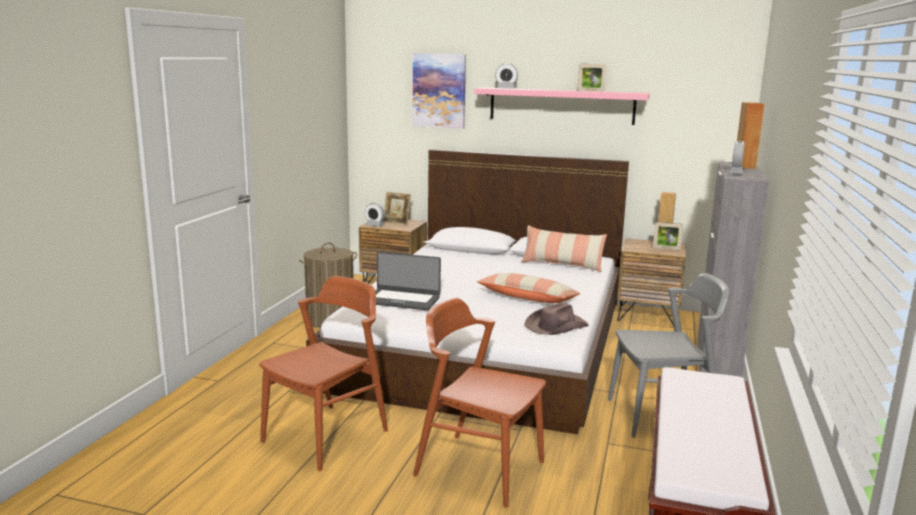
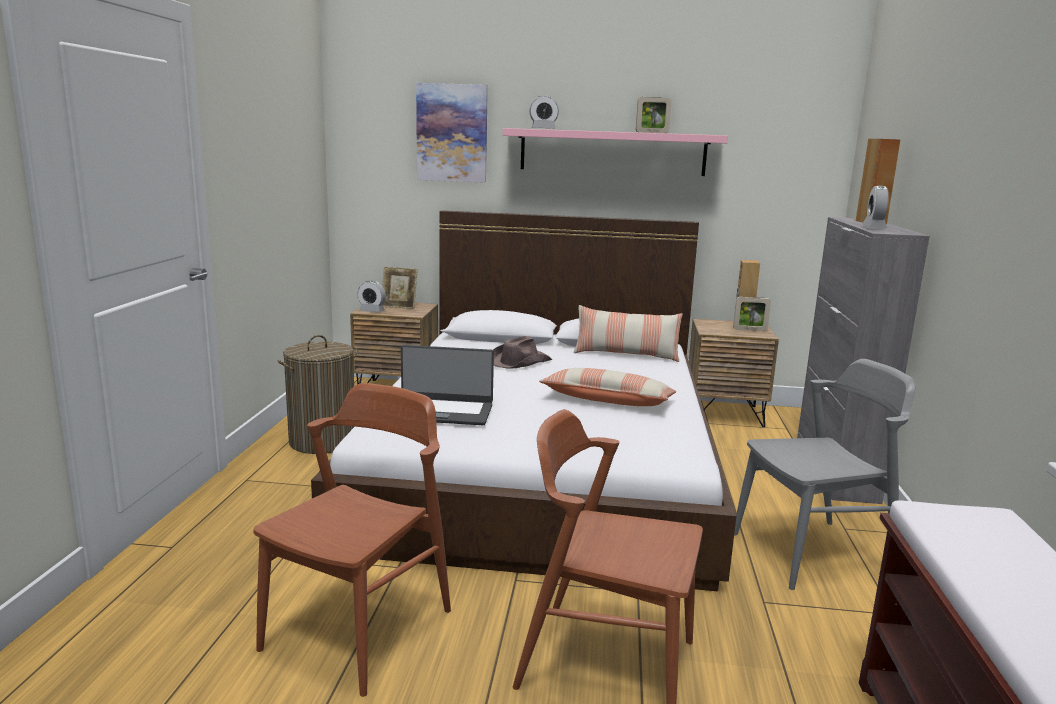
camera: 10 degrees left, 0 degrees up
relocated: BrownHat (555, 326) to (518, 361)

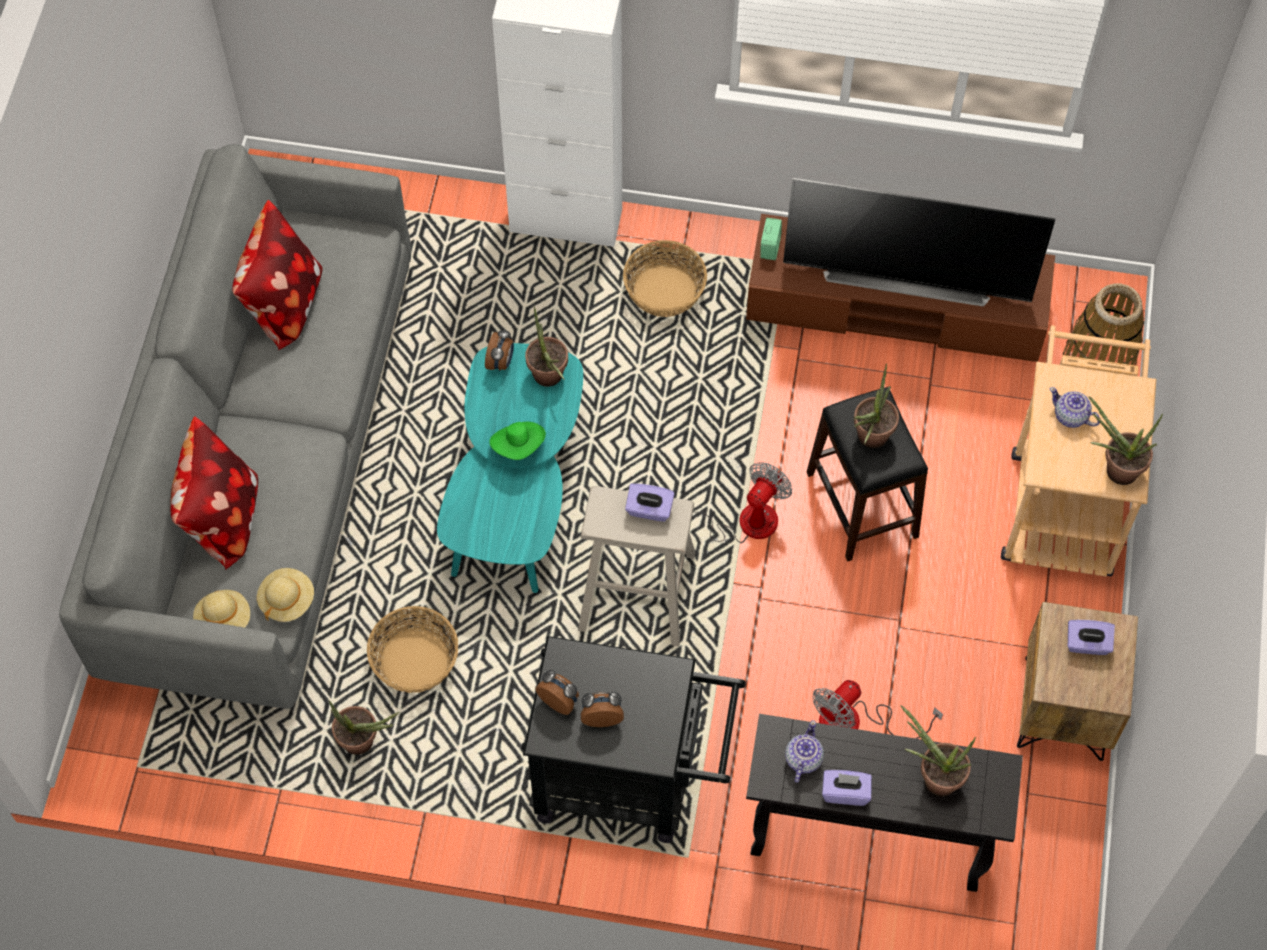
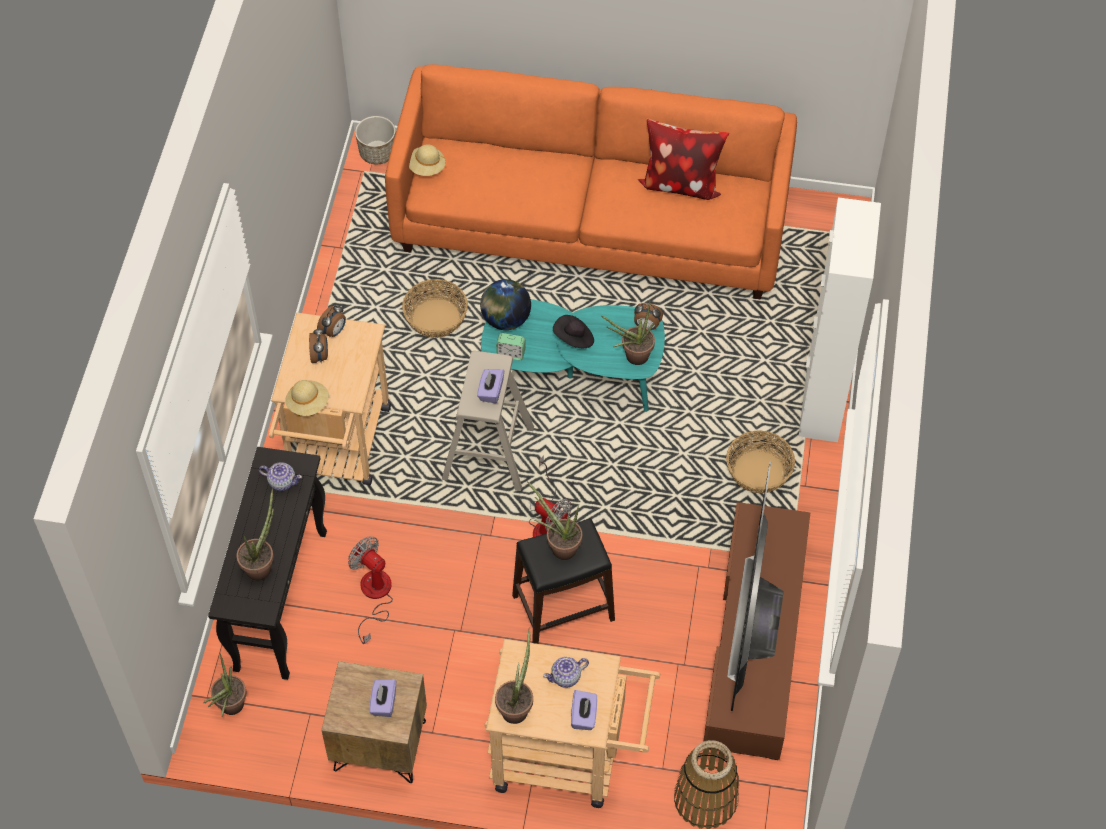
camera: 90 degrees right, 5 degrees down
missing: Pillow (221, 519)
appeared: Planter (377, 153); Globe (505, 319)
relocated: BeigeHat (287, 600) to (308, 404); PottedPlant (365, 743) to (229, 709); AlarmClock (770, 247) to (511, 353); PurpleTissueBox (845, 792) to (584, 716)
colour: GreySofa (262, 467) to OrangeSofa (591, 222); GreenHat (519, 446) to BlackHat (574, 339); BlackCart (630, 780) to BeigeCart (337, 449)
spun: Teapot (1071, 416) = (566, 677) 150 degrees counterclockwise

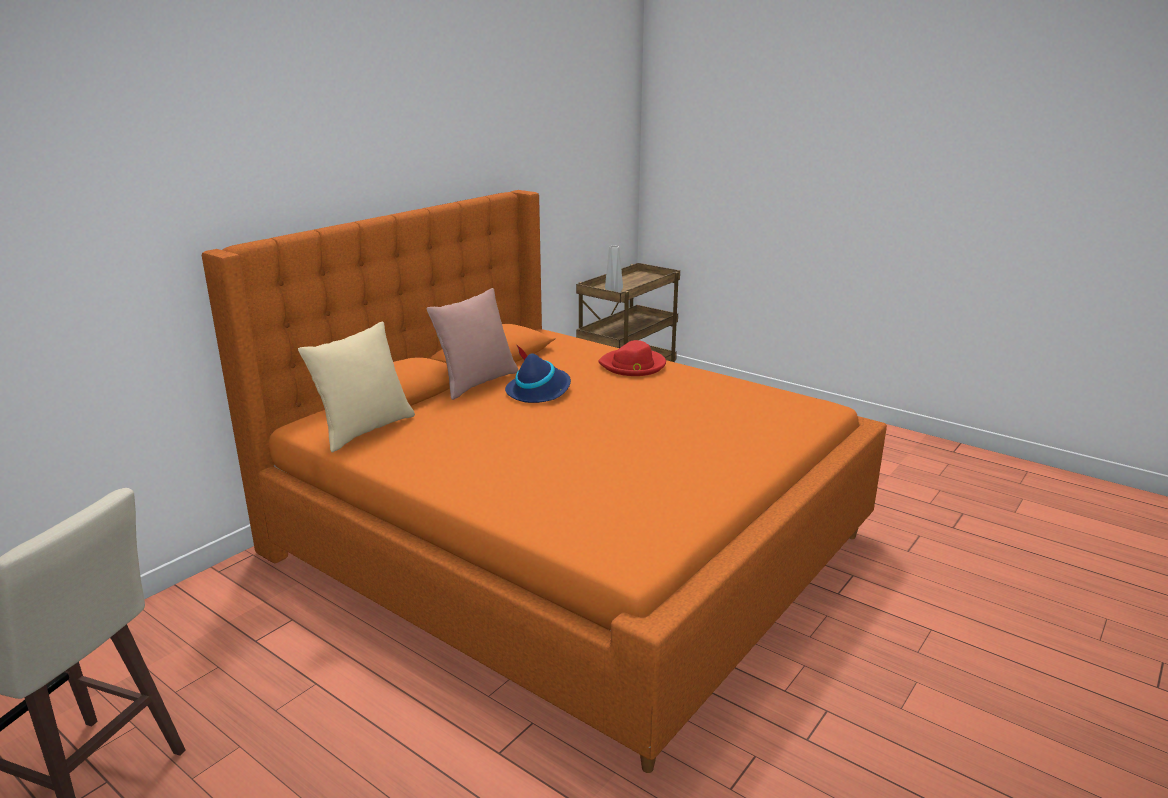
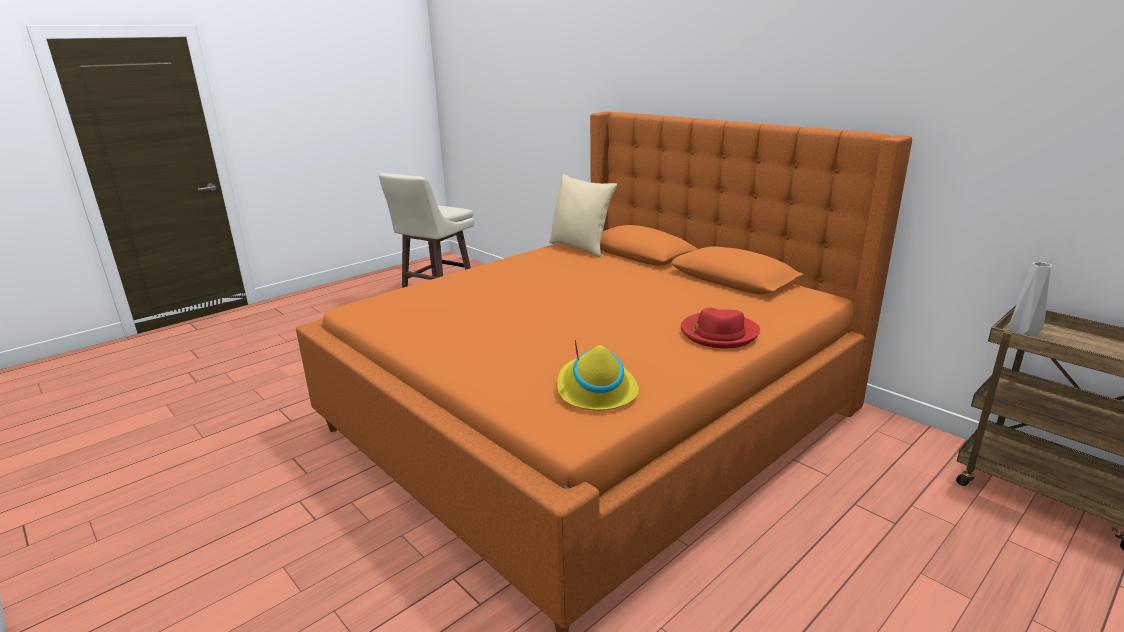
camera: 100 degrees right, 0 degrees up
missing: PinkPillow (476, 383); BlueHat (539, 391)
appeared: YellowHat (595, 390)

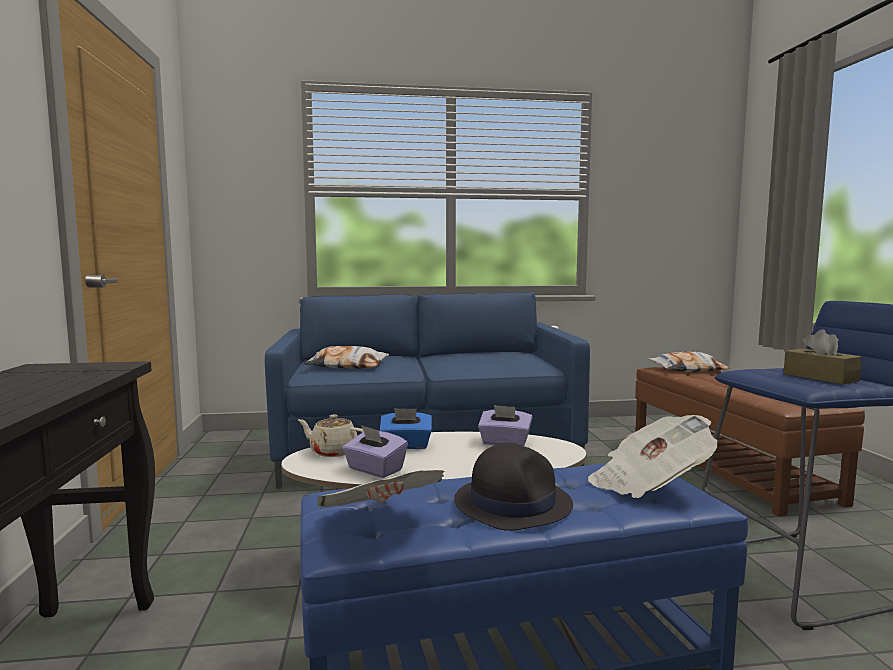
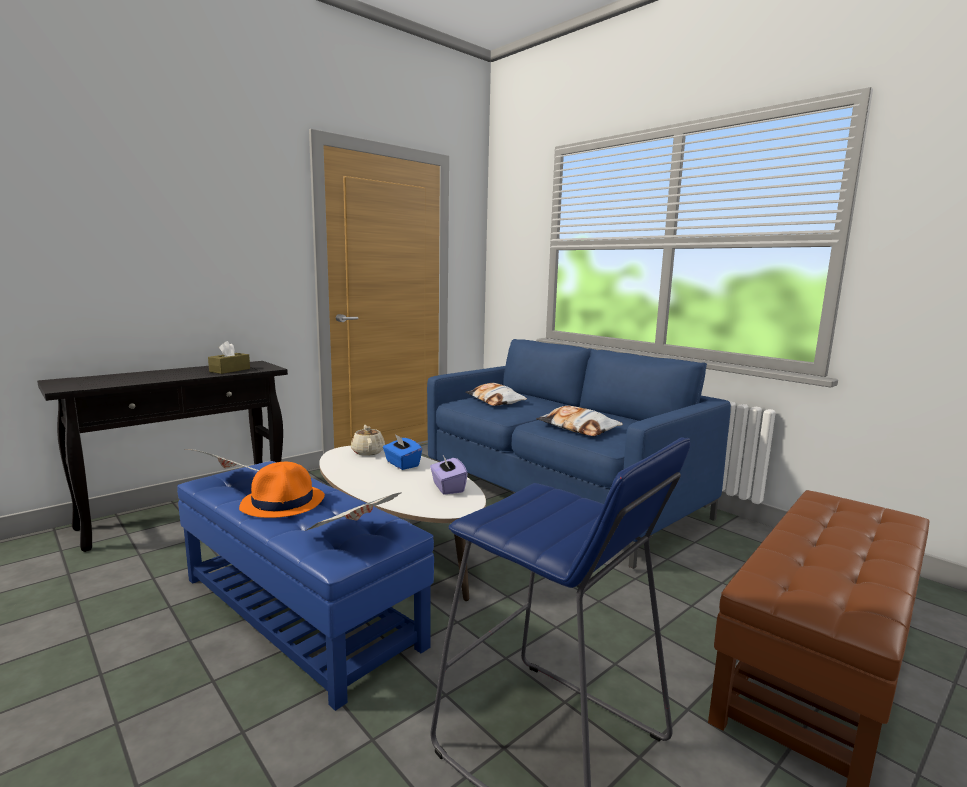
camera: 55 degrees right, 5 degrees up
missing: PurpleTissueBox (374, 470)
relocated: Pillow (688, 369) to (578, 428); BrownTissueBox (820, 377) to (230, 370)
colour: BlackHat (512, 502) to OrangeHat (283, 502)

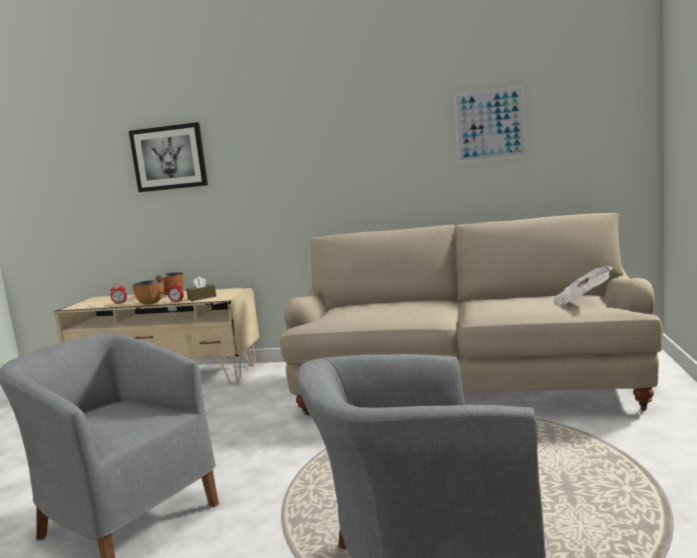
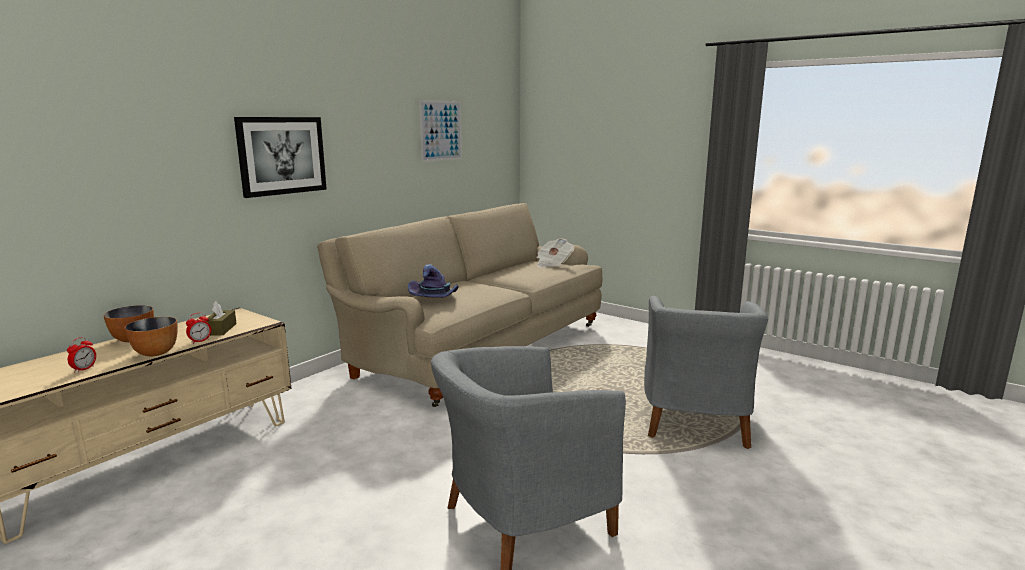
camera: 65 degrees left, 5 degrees up
appeared: PurpleHat (435, 298)
relocated: Picture (169, 158) to (282, 155)

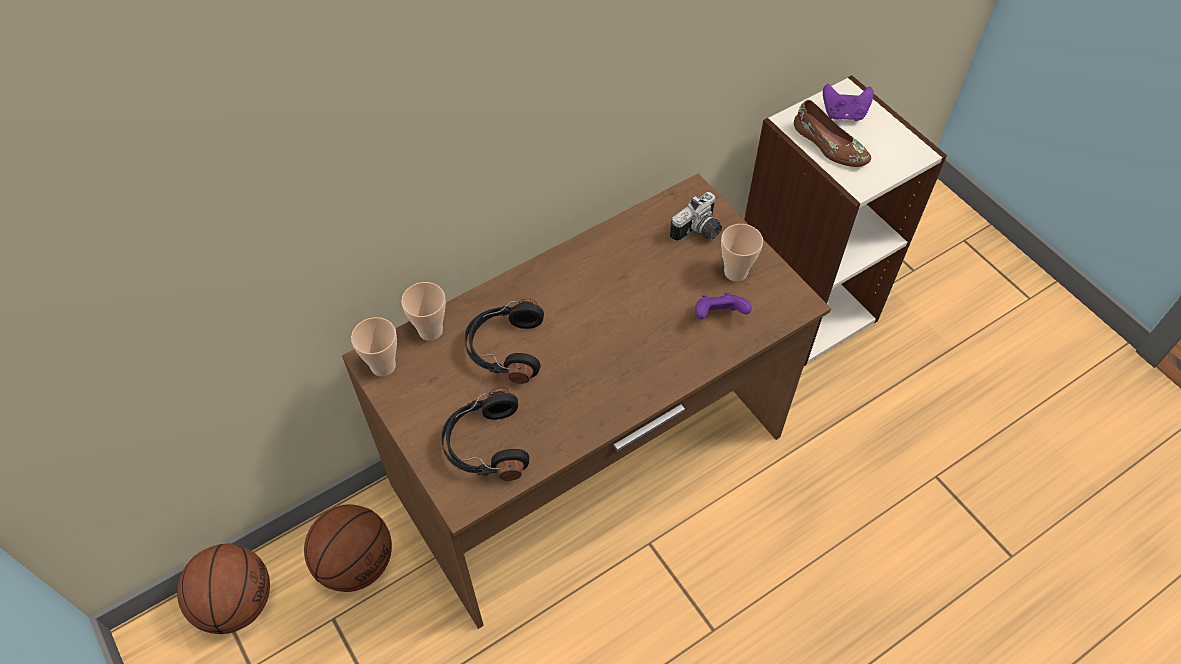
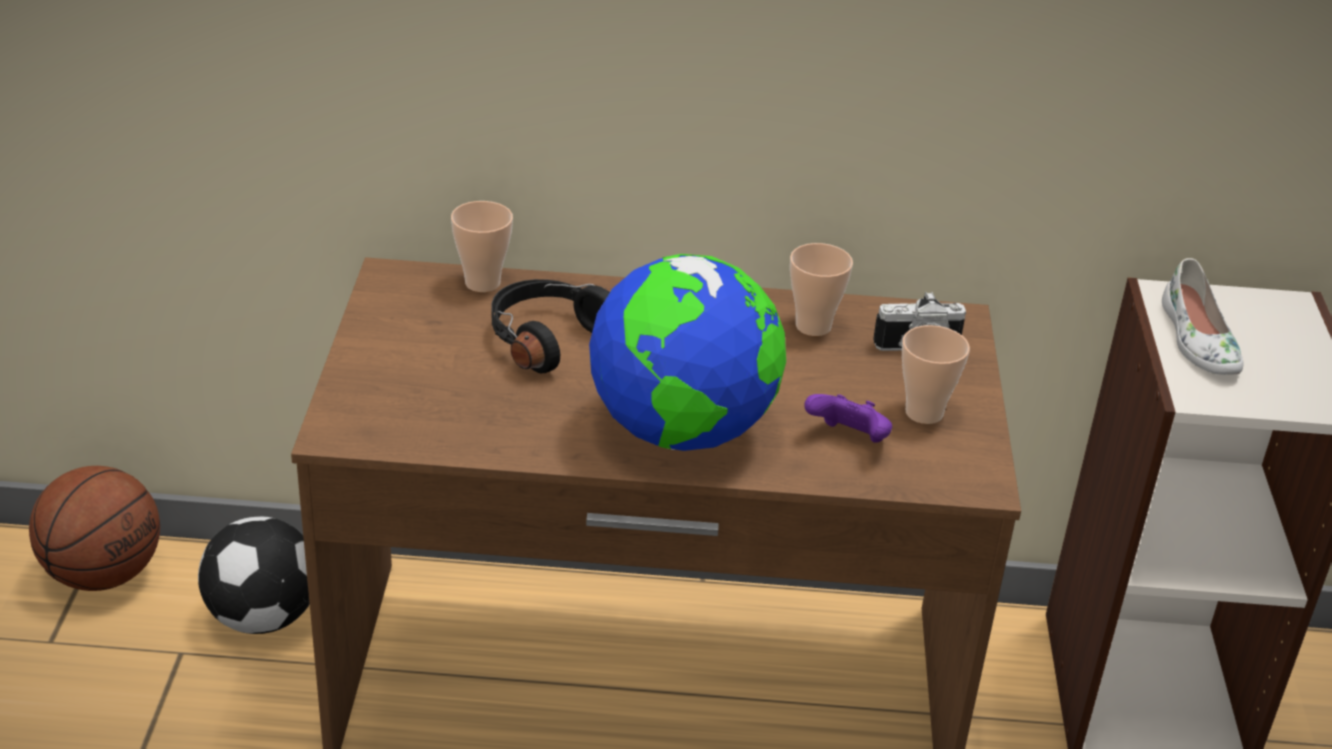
camera: 35 degrees right, 20 degrees down
missing: BlackHeadphones (485, 445); PurpleGameController (843, 114)
appeared: Globe (682, 431)
relocated: Cup (383, 366) to (813, 326)
exchanged: Basketball (356, 562) to Football (264, 616)
colour: BrownShoe (829, 146) to WhiteShoe (1197, 340)

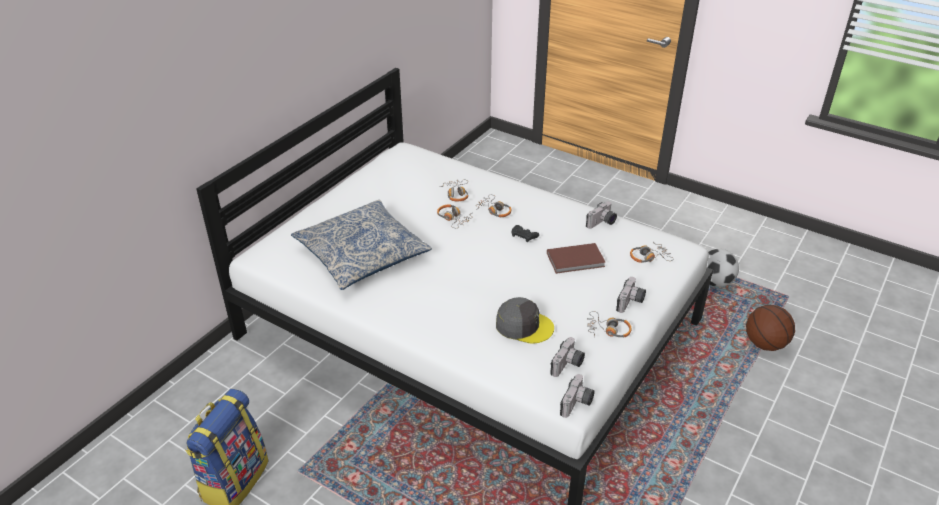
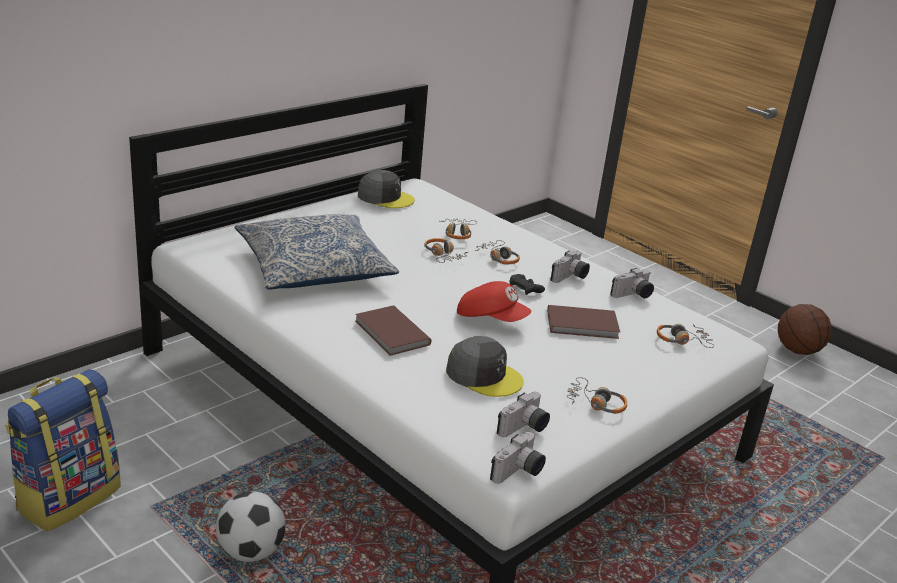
camera: 10 degrees right, 10 degrees down
appeared: BrownBook (391, 334); GreyCap (385, 197); RedCap (491, 318)
relocated: PhotoCamera (631, 303) to (570, 277); Football (715, 282) to (251, 552); Basketball (765, 344) to (798, 351)

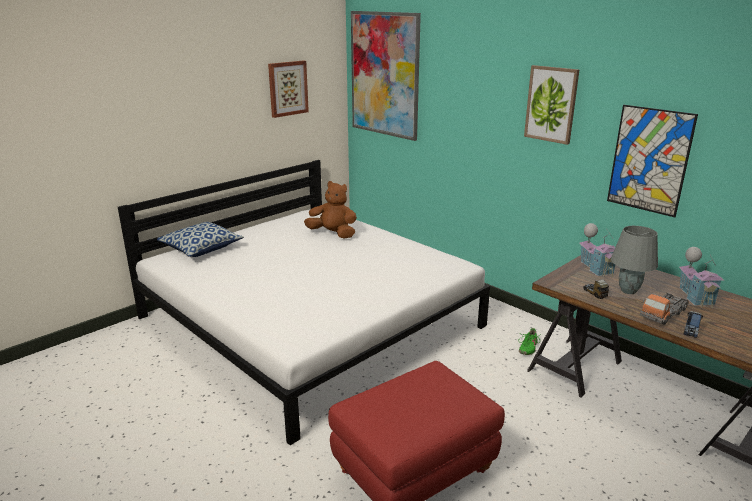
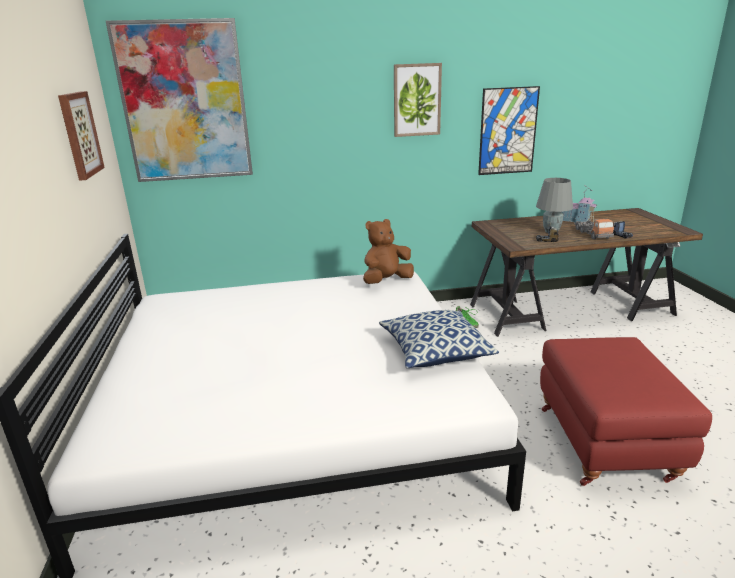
camera: 55 degrees left, 0 degrees up
missing: ToyHouse (596, 268)
relocated: Pillow (201, 248) to (435, 351); BrownPlushToy (333, 234) to (386, 281)

